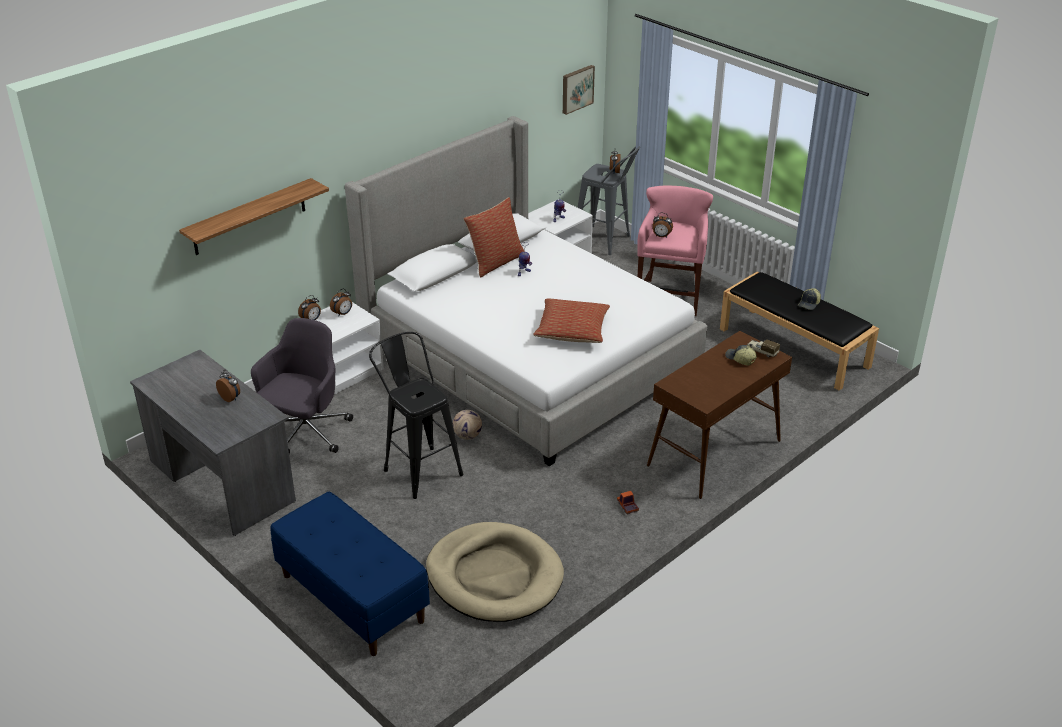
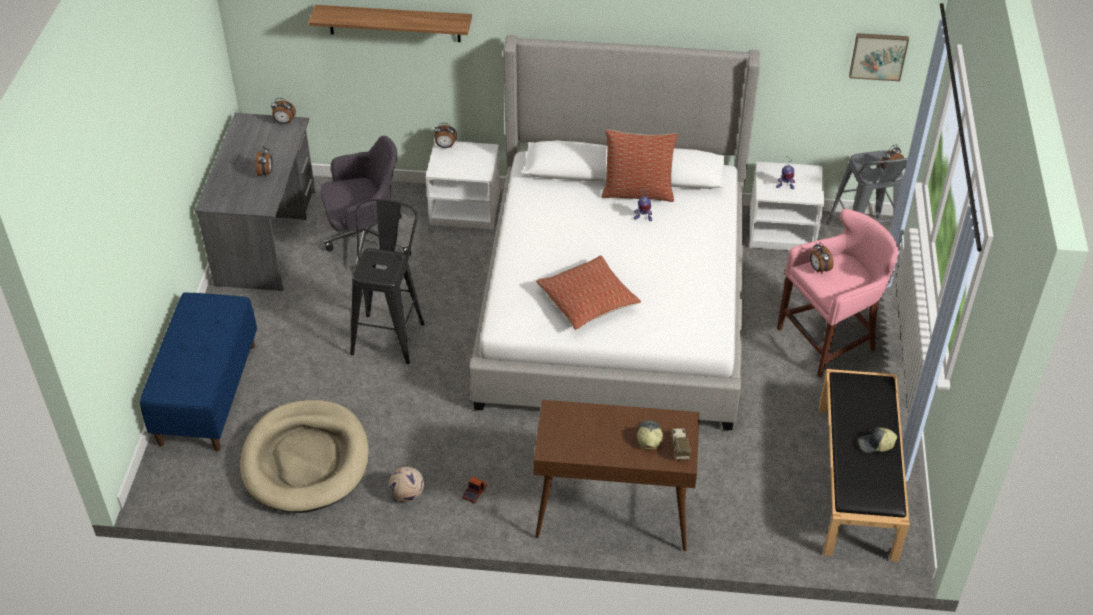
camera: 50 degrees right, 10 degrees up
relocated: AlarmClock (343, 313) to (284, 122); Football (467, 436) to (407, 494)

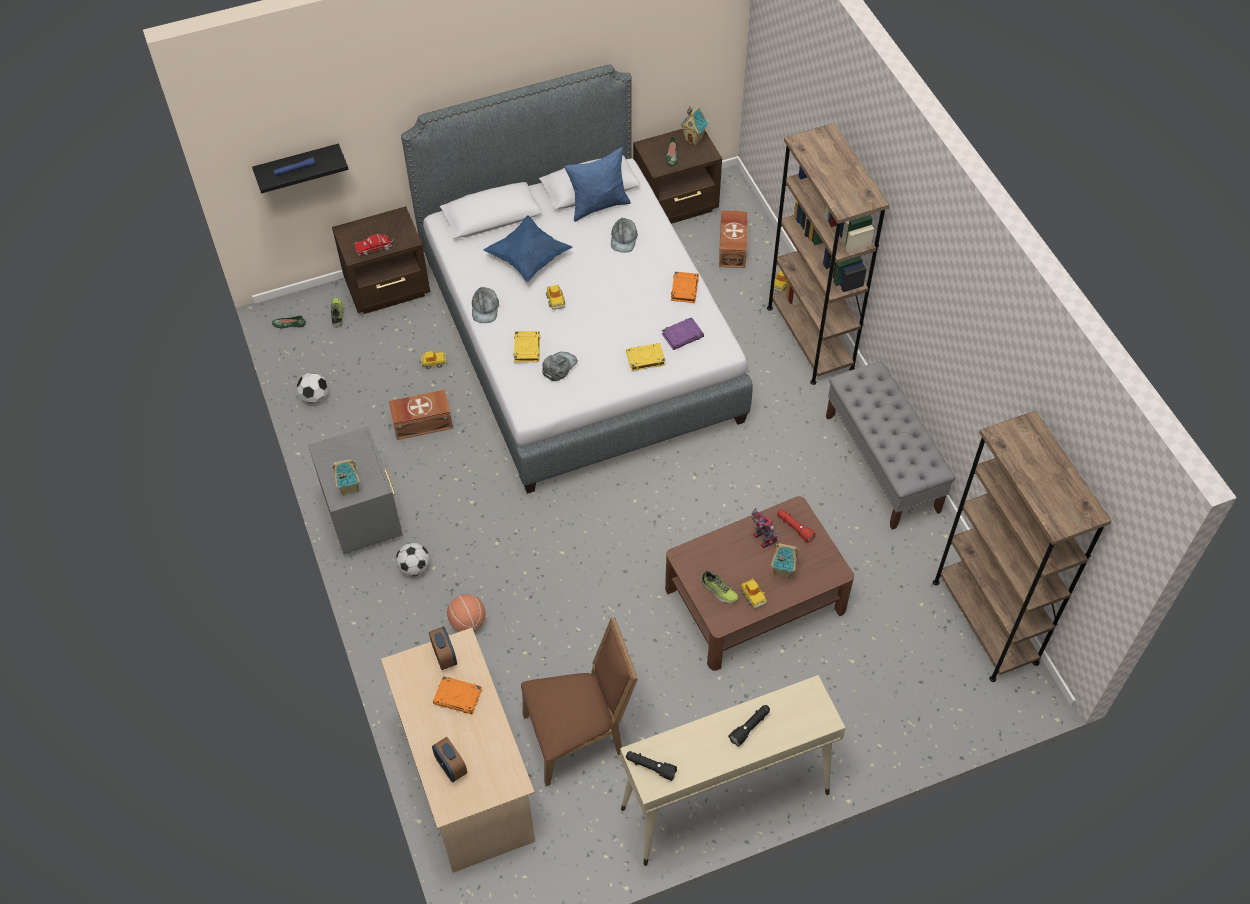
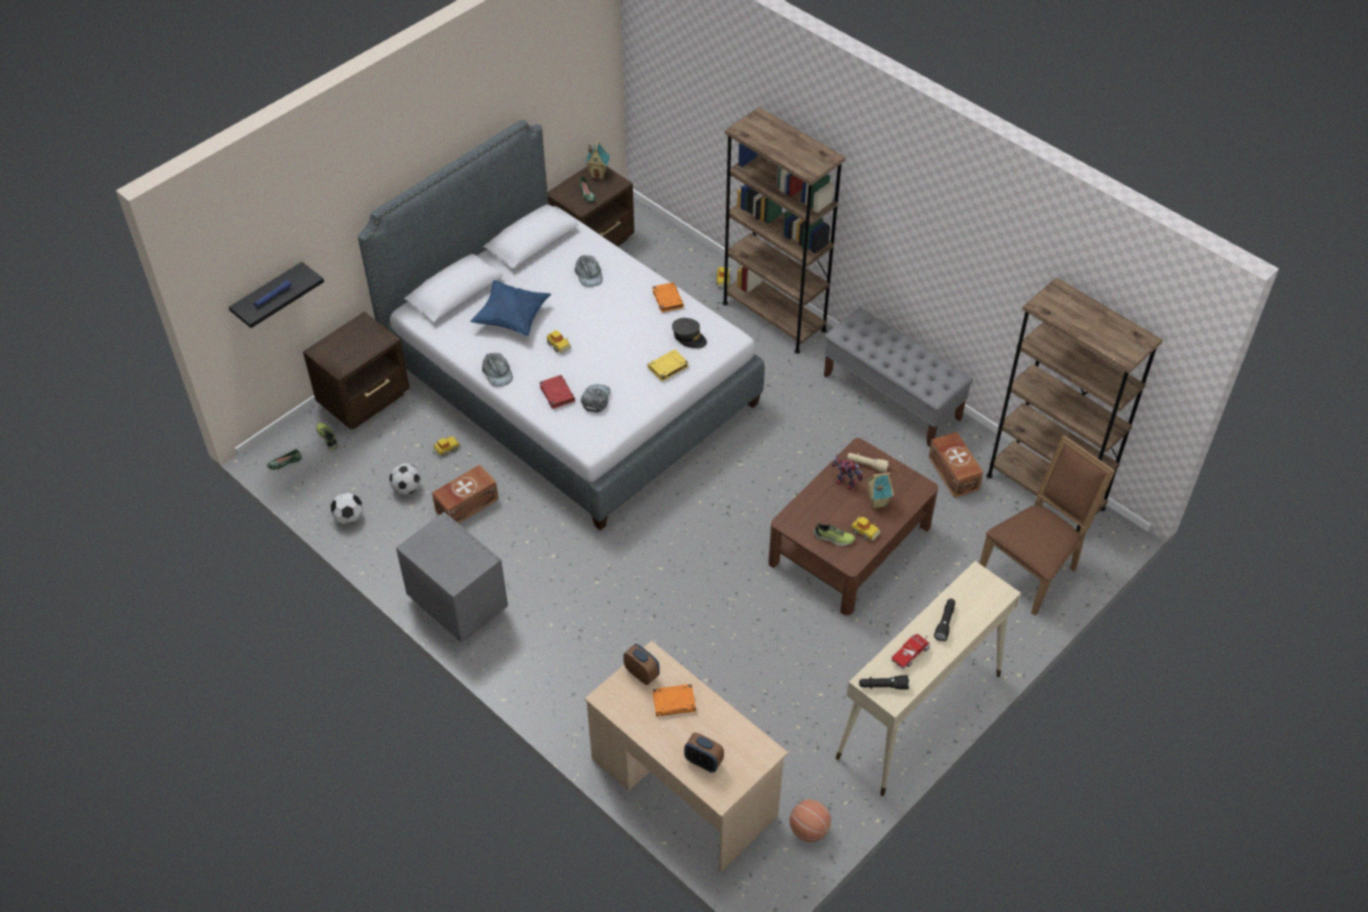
camera: 25 degrees left, 5 degrees down
missing: ToyHouse (349, 487); BluePillow (598, 206)
relocated: ToyTruck (375, 248) to (911, 653); Football (414, 567) to (407, 488); Basketball (468, 622) to (808, 829); BrownChair (579, 735) to (1033, 569); BrownStorageBox (733, 247) to (954, 472)
exchanged: PurpleBook (682, 335) to GreyCap (689, 337)
colour: YellowBook (526, 348) to RedBook (556, 393); RedFlashlight (794, 528) to BeigeFlashlight (867, 465)

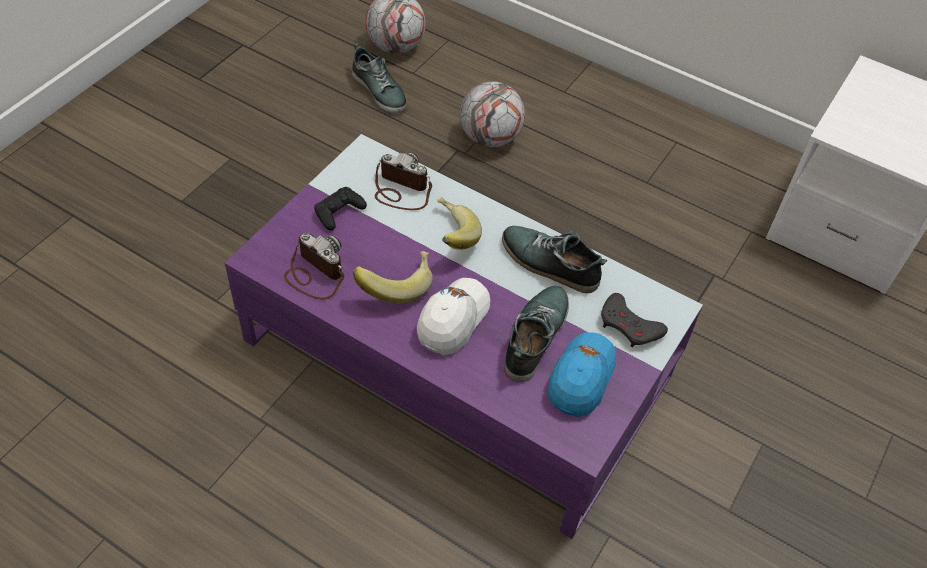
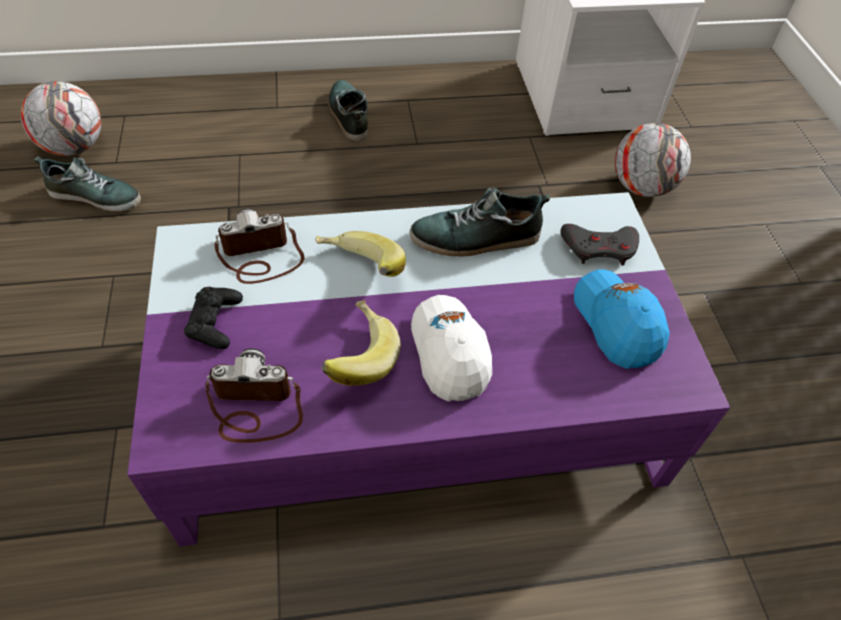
camera: 40 degrees left, 0 degrees up
relocated: Football (490, 138) to (641, 187); Shoe (534, 336) to (348, 115)

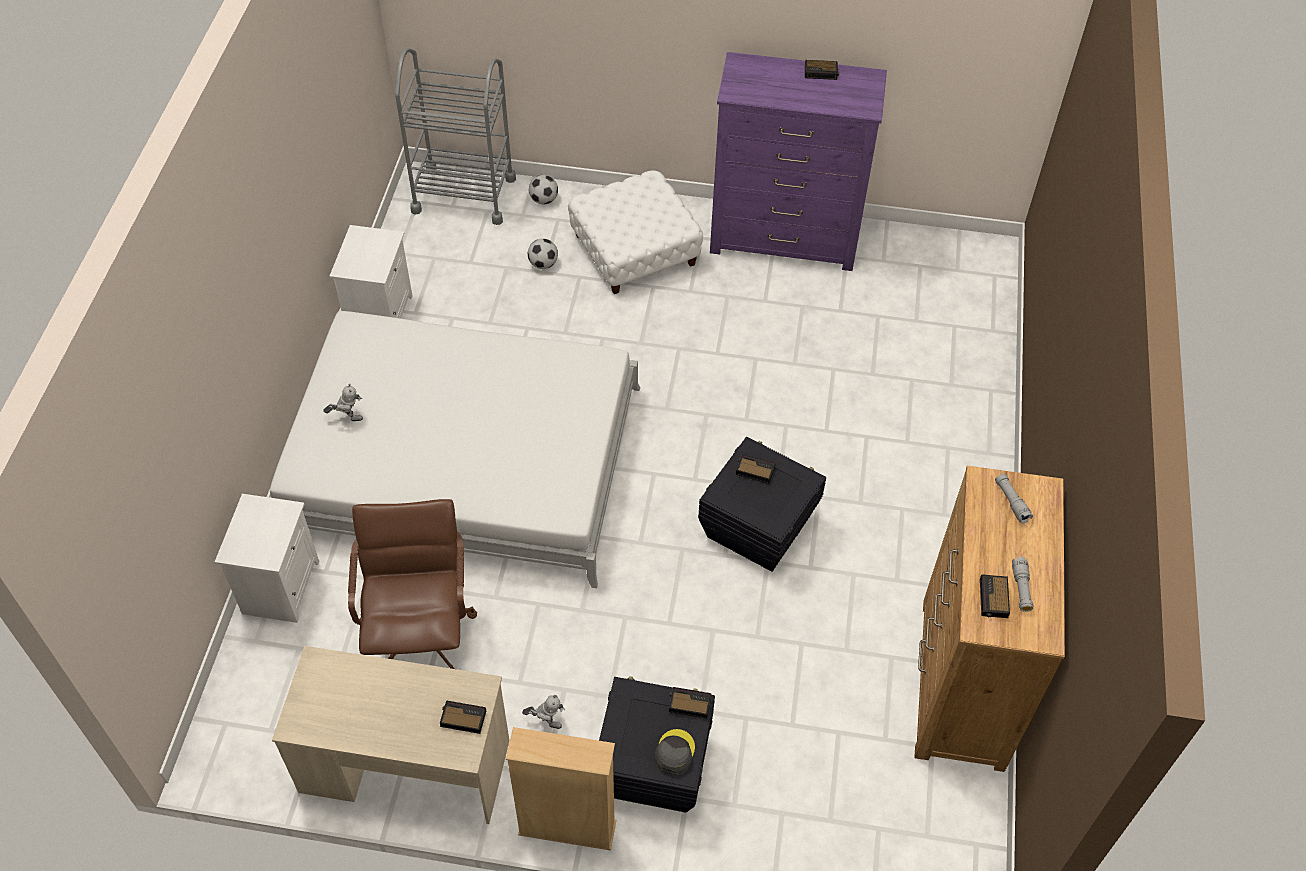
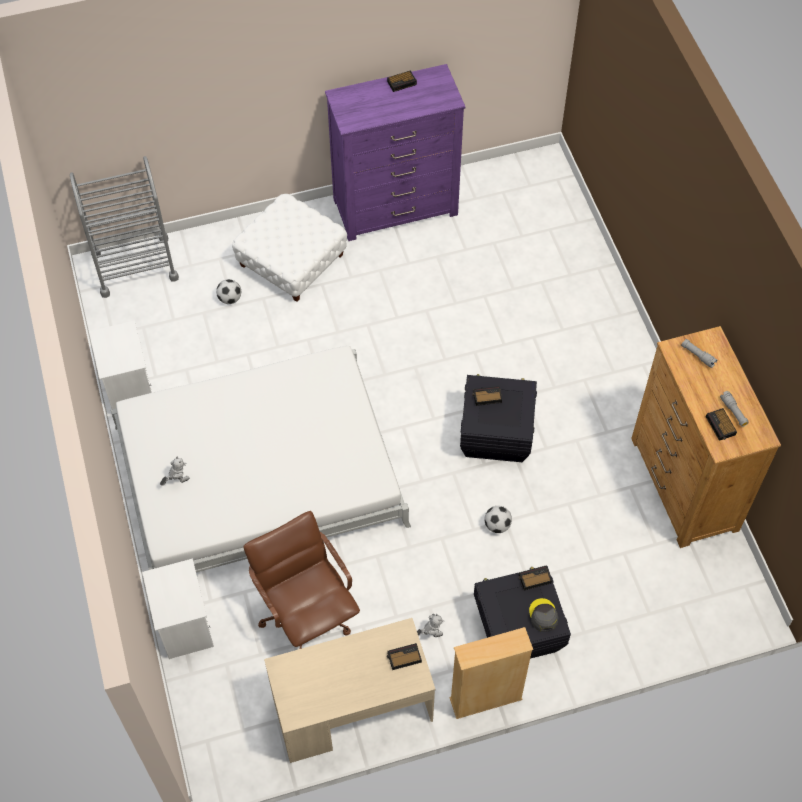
camera: 25 degrees left, 5 degrees up
relocated: Football (544, 200) to (497, 525)

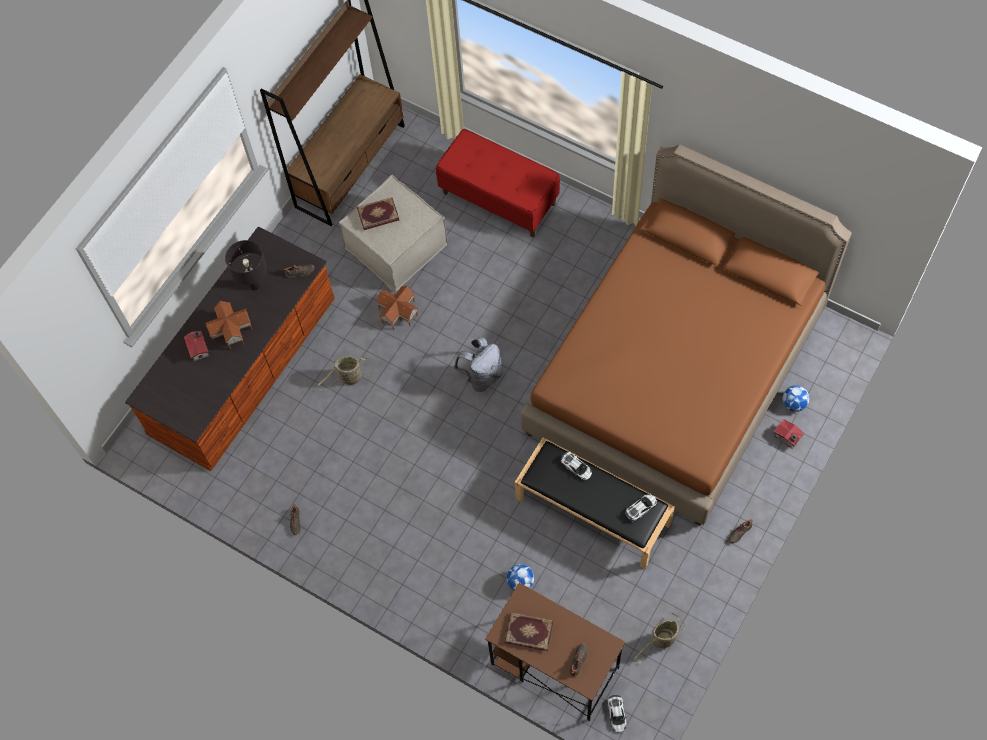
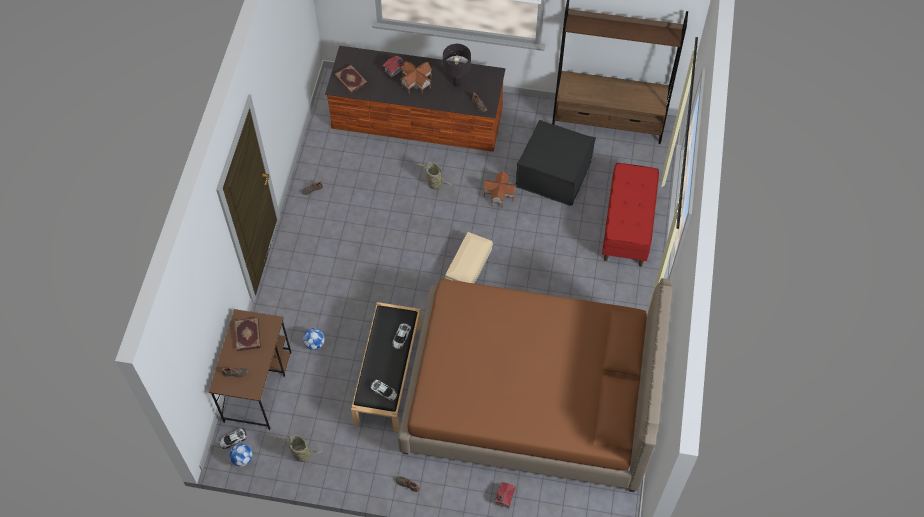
camera: 65 degrees right, 5 degrees down
relocated: Book (378, 214) to (351, 80); Football (793, 403) to (242, 459)
exchanged: GreyBackpack (482, 376) to BeigeStorageBox (469, 265)
colour: BeigeOttoman (396, 246) to BlackOttoman (553, 174)

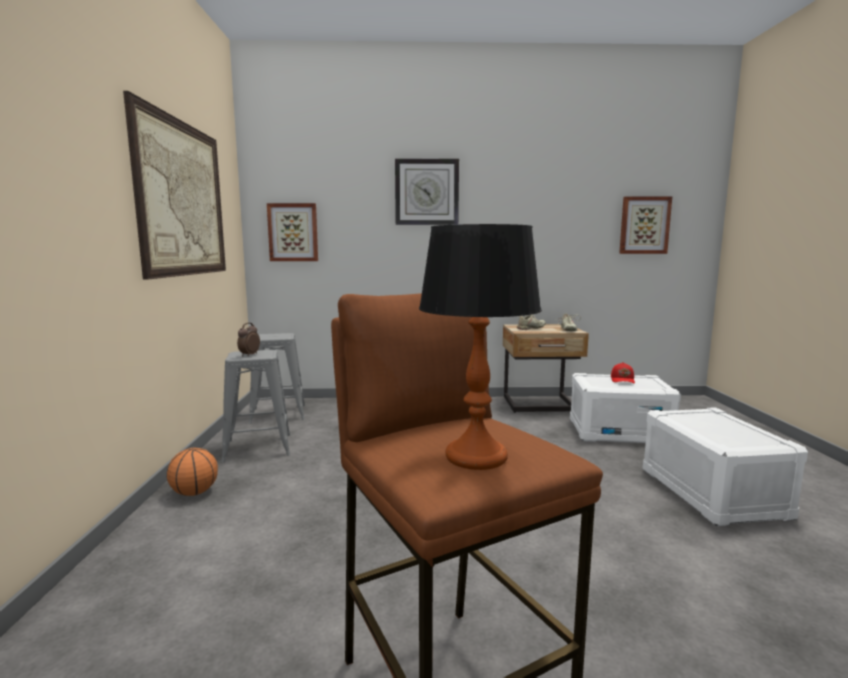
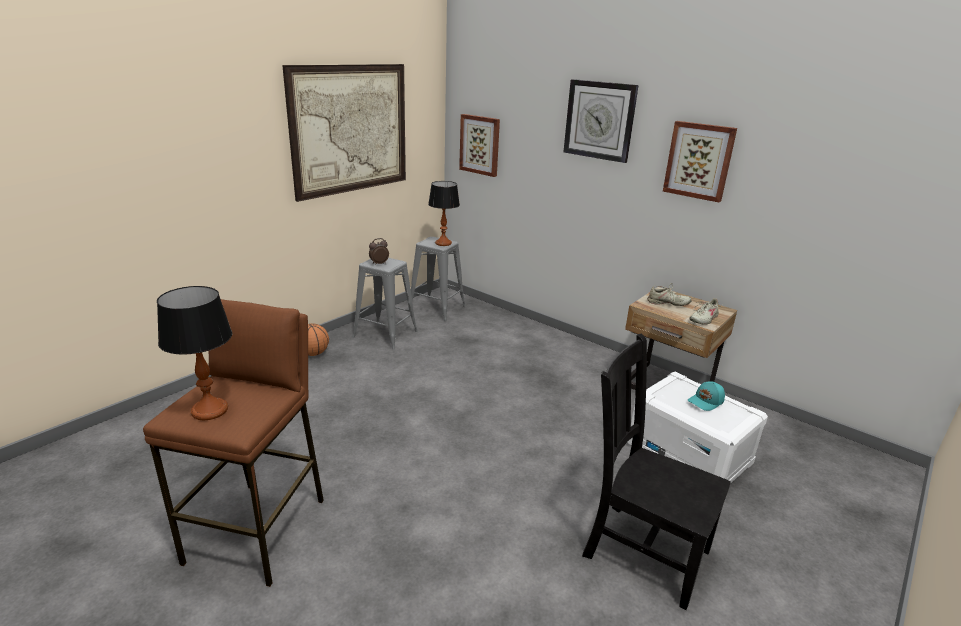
camera: 40 degrees right, 15 degrees up
appeared: TableLamp (443, 243)
relocated: Picture (644, 225) to (699, 161)
exchanged: WhiteStorageBox (710, 492) to BlackChair (642, 550)
colour: RedCap (623, 380) to TurquoiseCap (706, 401)

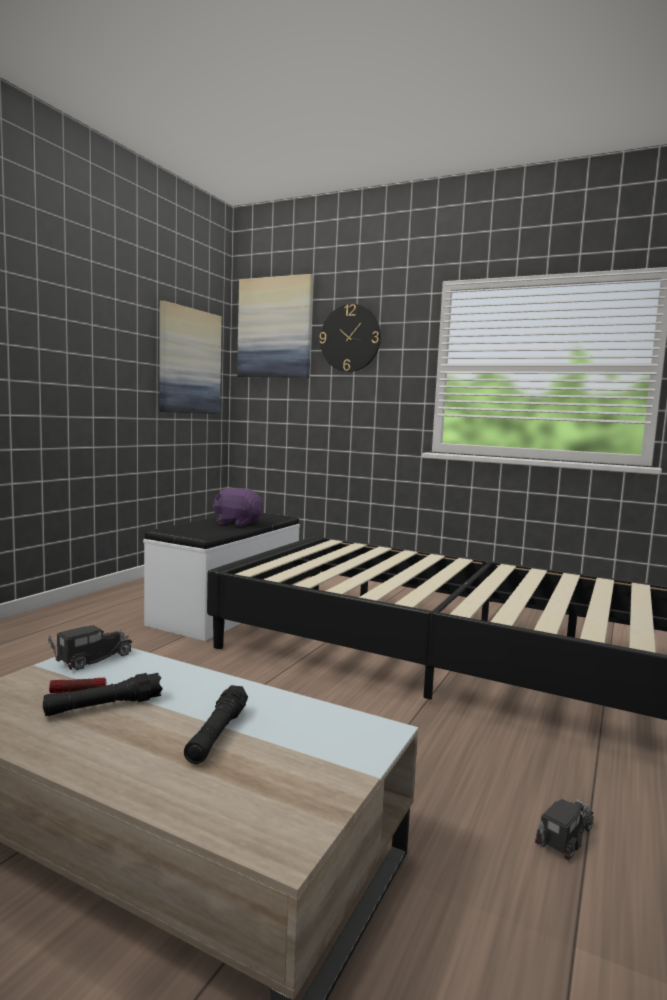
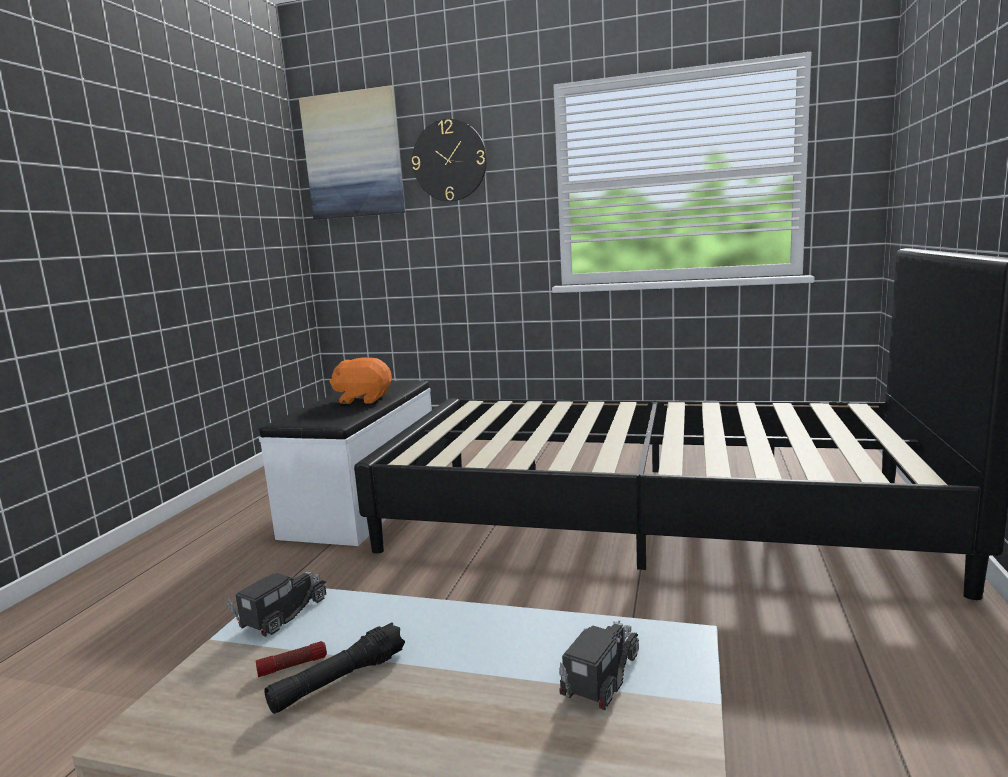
camera: 10 degrees left, 5 degrees up
missing: Picture (189, 361); BlackFlashlight (217, 734)
relocated: ToyTruck (564, 839) to (600, 679)
colour: PurplePlushToy (237, 523) to OrangePlushToy (363, 399)

